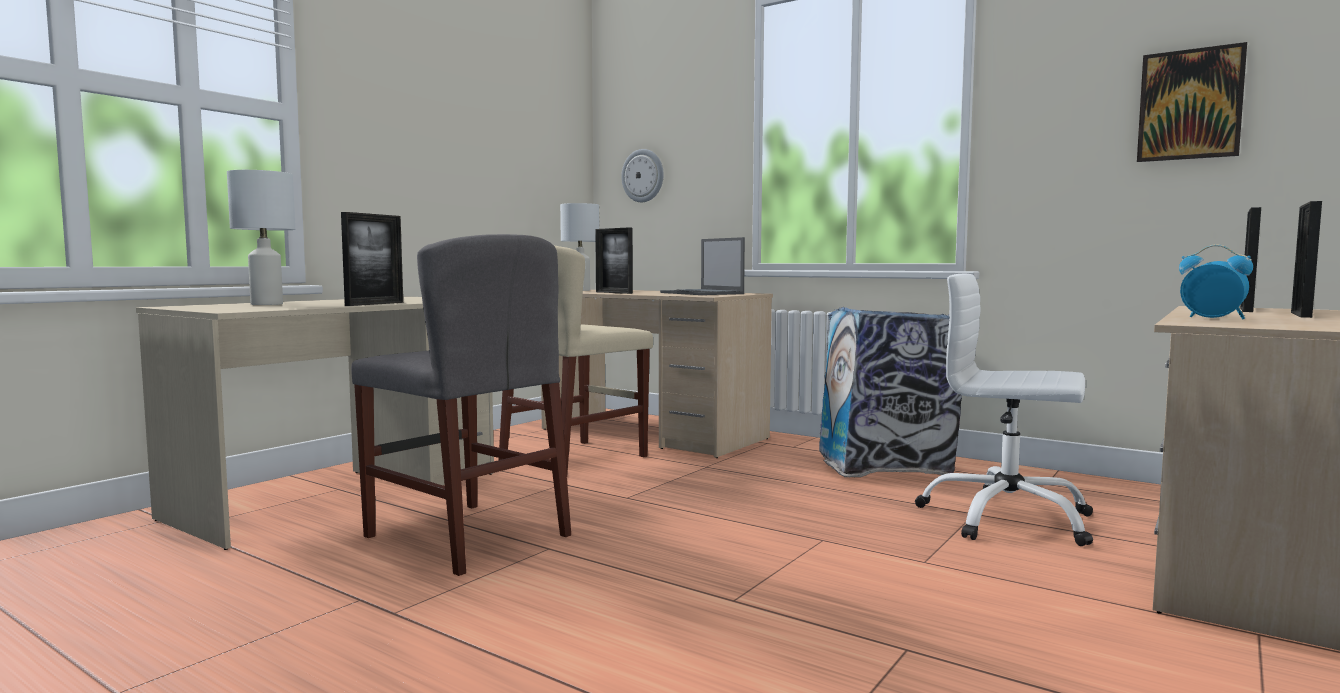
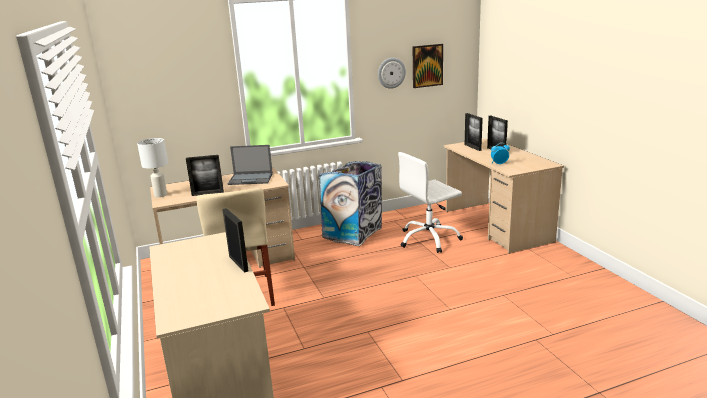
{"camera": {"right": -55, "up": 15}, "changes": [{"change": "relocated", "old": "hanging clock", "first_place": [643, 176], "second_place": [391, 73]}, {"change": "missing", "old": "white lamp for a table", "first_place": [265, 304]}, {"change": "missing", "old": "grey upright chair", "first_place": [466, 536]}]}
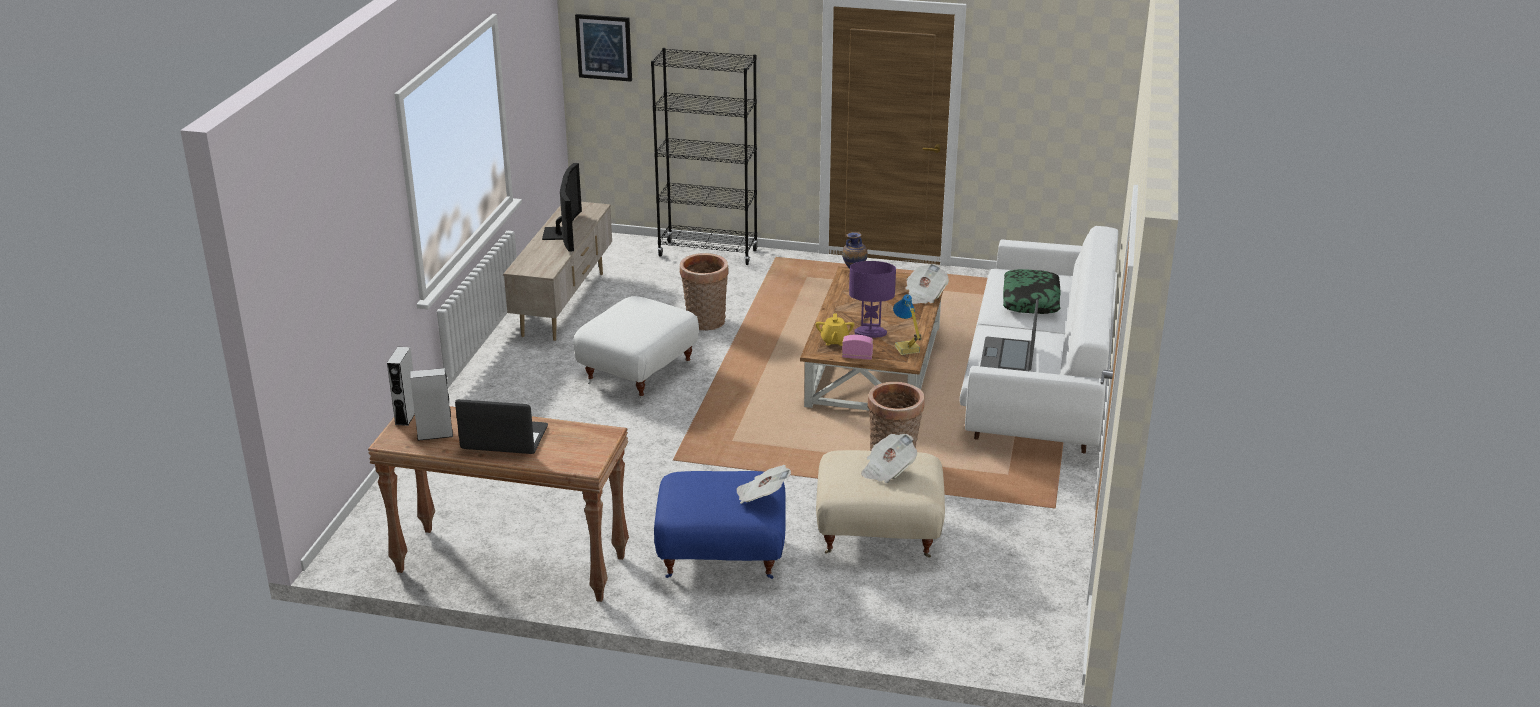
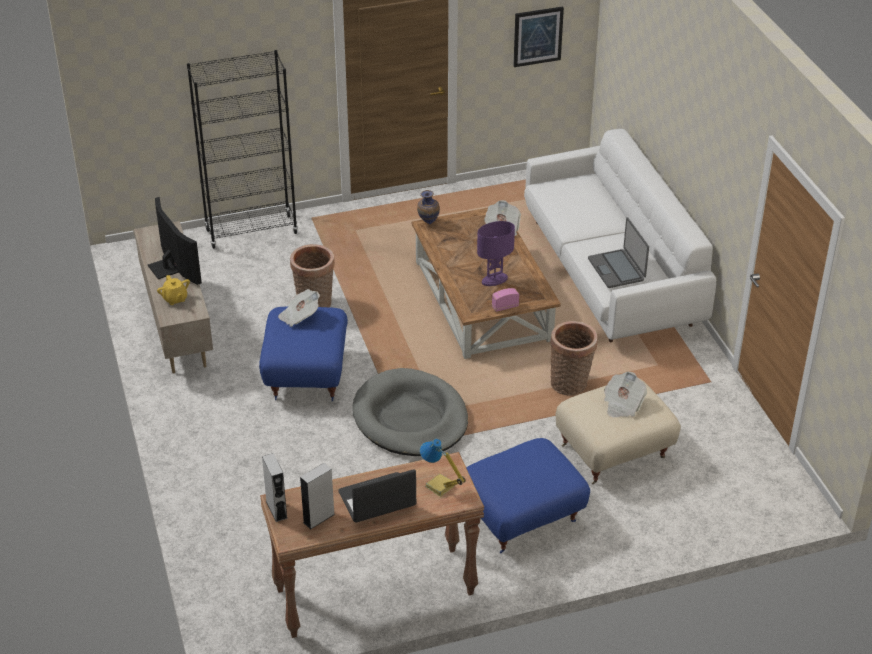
{"camera": {"right": -30, "up": 10}, "changes": [{"change": "relocated", "old": "yellowish pot for tea", "first_place": [834, 341], "second_place": [175, 299]}, {"change": "colour", "old": "white footrest", "new": "blue-coloured footrest", "first_place": [638, 373], "second_place": [305, 374]}, {"change": "relocated", "old": "newspaper", "first_place": [762, 496], "second_place": [299, 316]}, {"change": "appeared", "new": "grey pet bed", "second_place": [410, 418]}, {"change": "relocated", "old": "lamp for a table", "first_place": [906, 349], "second_place": [439, 487]}, {"change": "relocated", "old": "picture", "first_place": [604, 47], "second_place": [537, 36]}, {"change": "missing", "old": "throw pillow", "first_place": [1031, 300]}]}
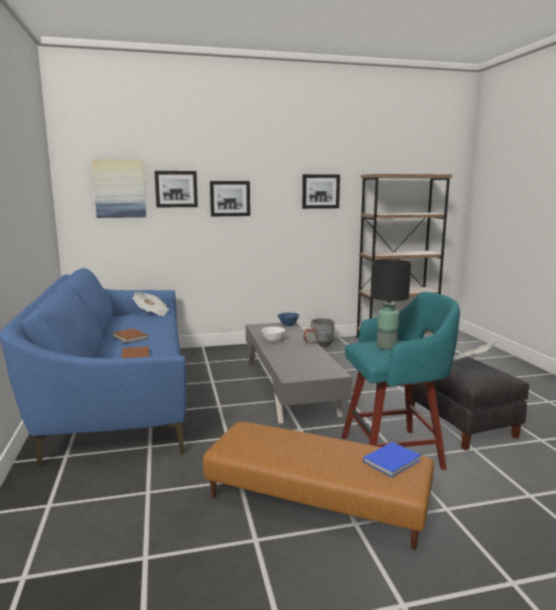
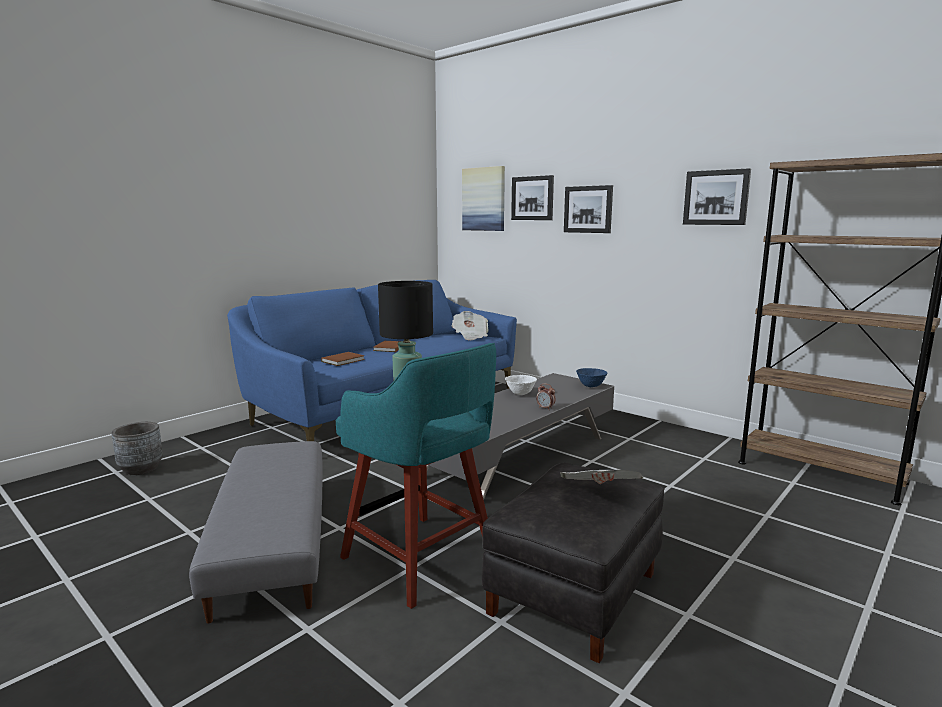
{"camera": {"right": 55, "up": 0}, "changes": [{"change": "relocated", "old": "grey plant pot", "first_place": [322, 344], "second_place": [141, 469]}, {"change": "colour", "old": "brown-coloured footrest", "new": "grey footrest", "first_place": [316, 500], "second_place": [271, 541]}, {"change": "missing", "old": "blue-coloured bound book", "first_place": [393, 461]}]}
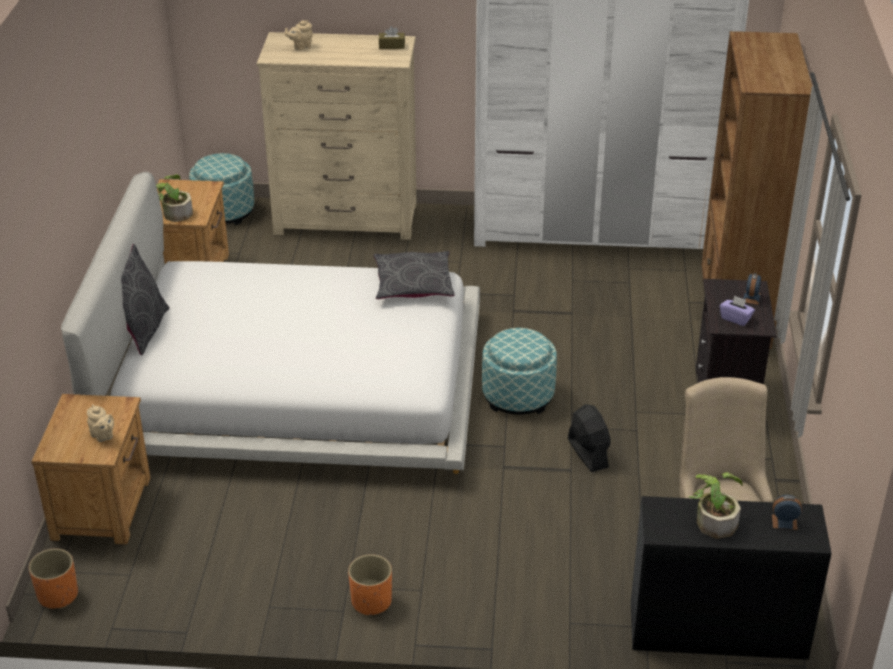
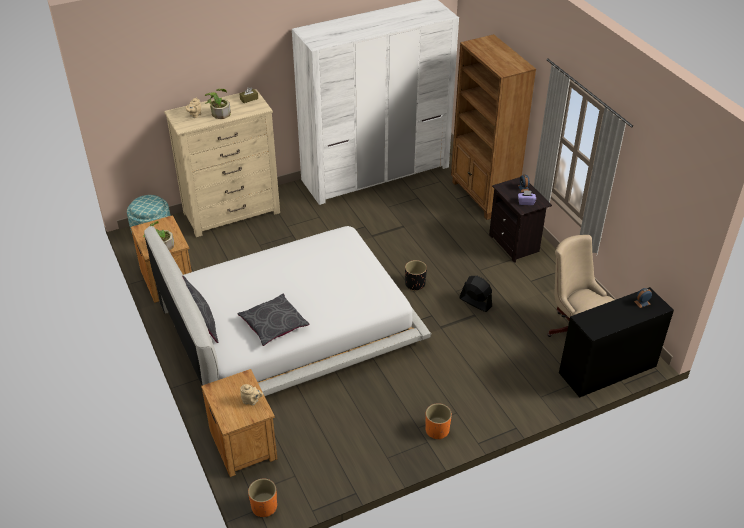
{"camera": {"right": -30, "up": 5}, "changes": [{"change": "relocated", "old": "plant in a pot", "first_place": [714, 520], "second_place": [219, 113]}, {"change": "relocated", "old": "grey throw pillow", "first_place": [413, 284], "second_place": [273, 324]}, {"change": "exchanged", "old": "footrest", "new": "black plant pot", "first_place": [518, 395], "second_place": [415, 284]}]}
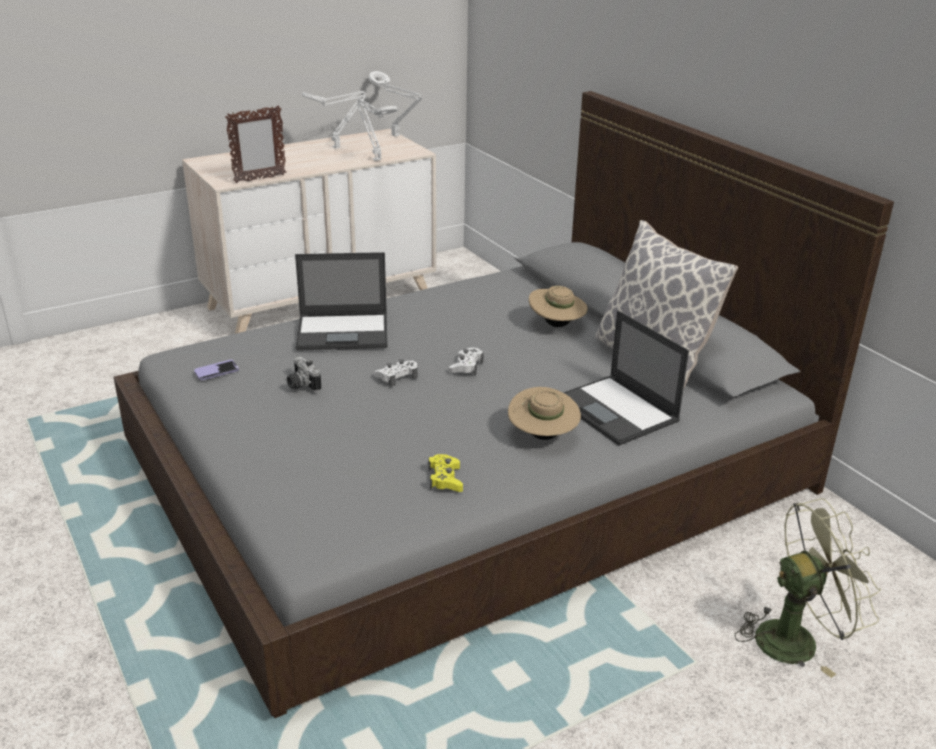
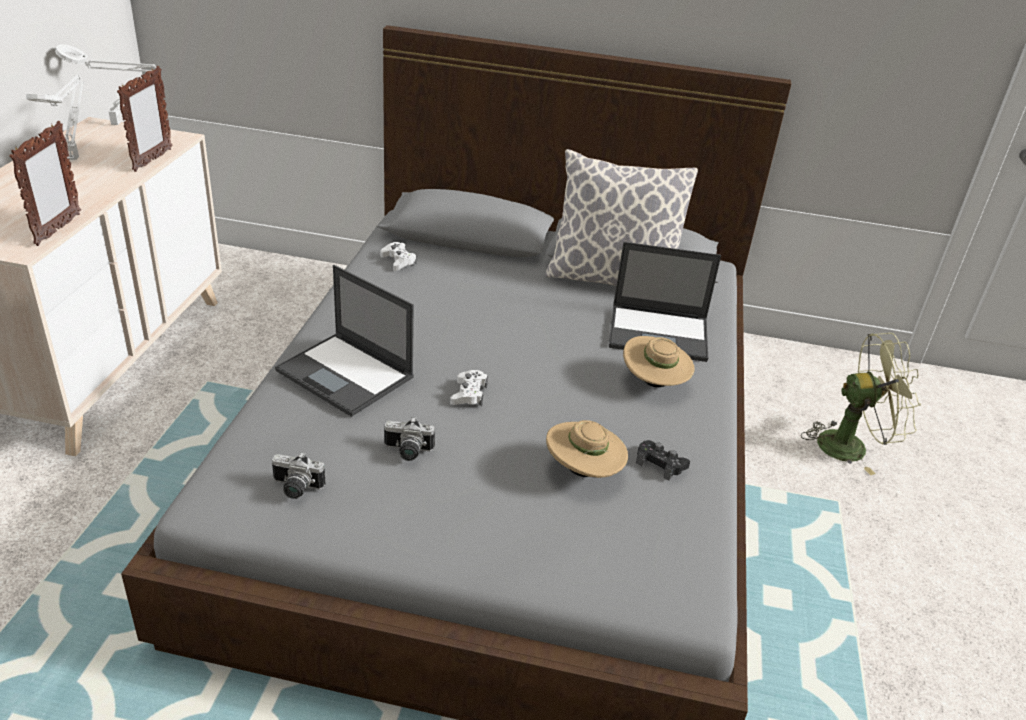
{"camera": {"right": -50, "up": 5}, "changes": [{"change": "exchanged", "old": "white lamp for a table", "new": "photo frame", "first_place": [376, 159], "second_place": [152, 160]}, {"change": "exchanged", "old": "handset", "new": "still camera", "first_place": [216, 371], "second_place": [295, 488]}, {"change": "spun", "old": "notebook computer", "first_place": [344, 332], "second_place": [346, 374], "degrees": 90}, {"change": "relocated", "old": "white joypad", "first_place": [466, 366], "second_place": [398, 261]}, {"change": "relocated", "old": "beige-coloured clothing hat", "first_place": [556, 325], "second_place": [583, 471]}, {"change": "colour", "old": "yellowish joypad", "new": "black joypad", "first_place": [445, 479], "second_place": [660, 464]}, {"change": "spun", "old": "greenish cooling fan", "first_place": [796, 638], "second_place": [851, 446], "degrees": 60}]}
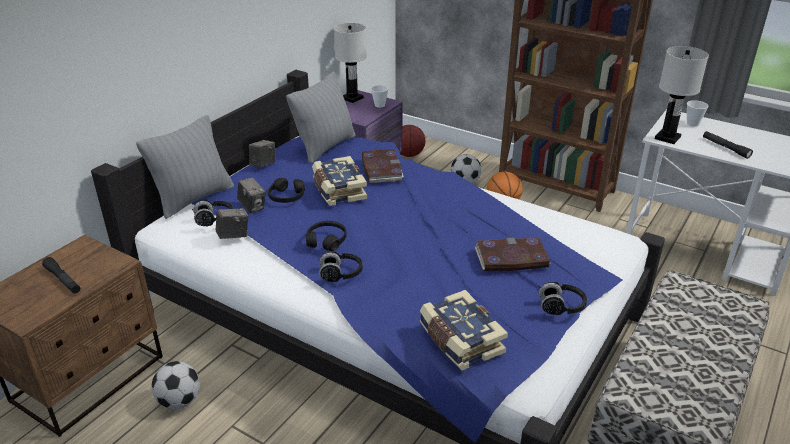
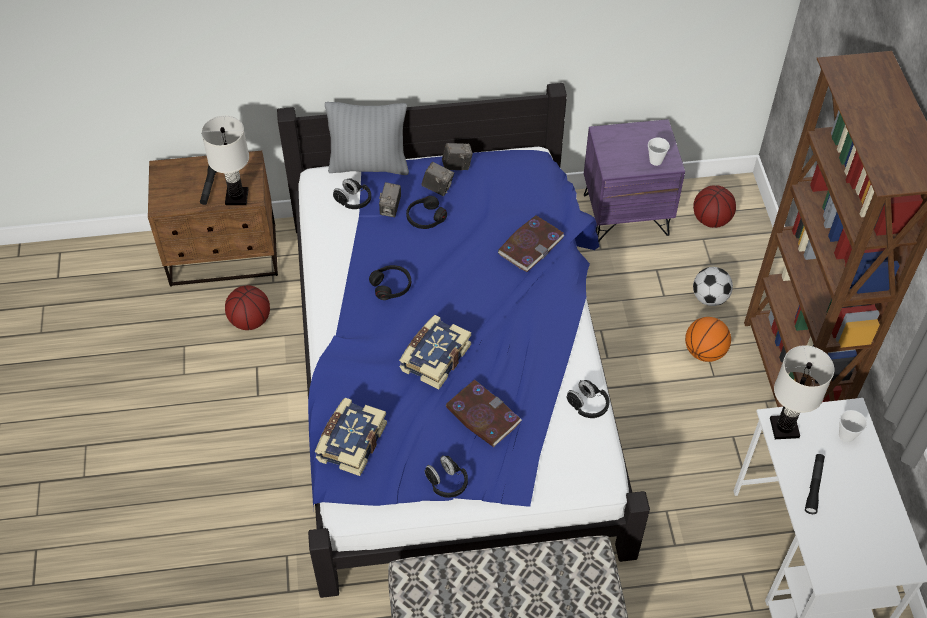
{"camera": {"right": 50, "up": 20}, "changes": [{"change": "relocated", "old": "white lamp for a table", "first_place": [351, 98], "second_place": [236, 197]}, {"change": "exchanged", "old": "ball for football", "new": "basketball ball", "first_place": [179, 402], "second_place": [250, 320]}, {"change": "relocated", "old": "bound book", "first_place": [338, 190], "second_place": [434, 357]}, {"change": "relocated", "old": "still camera", "first_place": [233, 235], "second_place": [438, 188]}, {"change": "relocated", "old": "black pair of headphones", "first_place": [340, 274], "second_place": [587, 405]}, {"change": "missing", "old": "grey throw pillow", "first_place": [325, 147]}]}
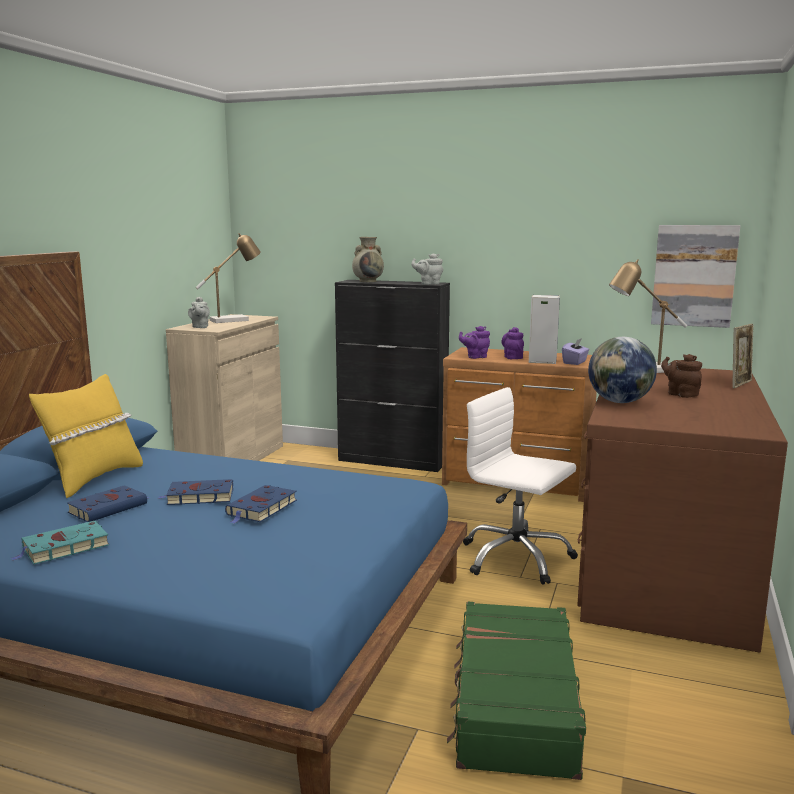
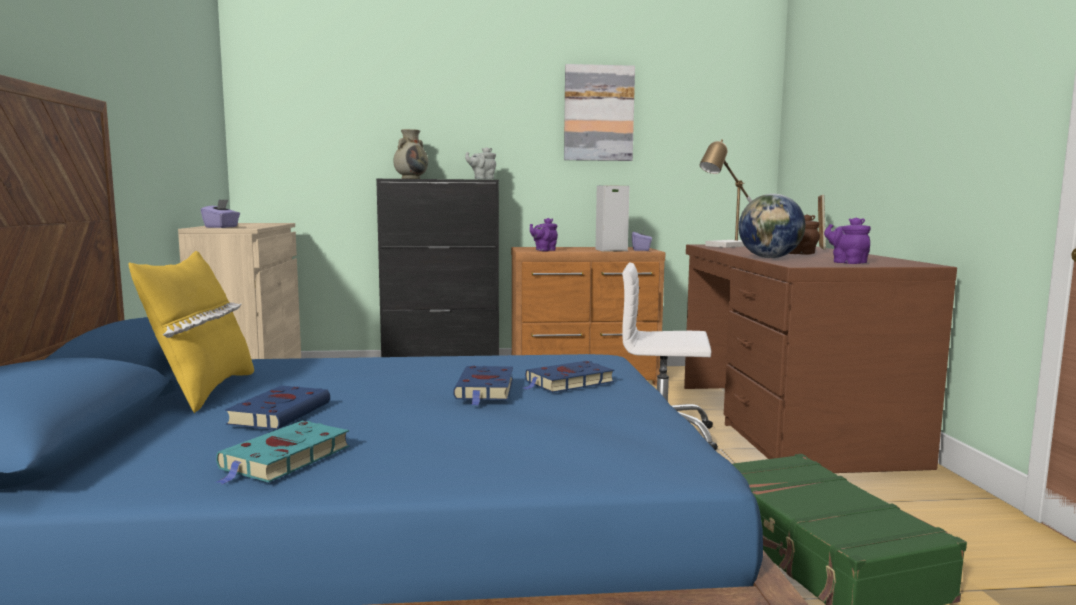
{"camera": {"right": -25, "up": -5}, "changes": [{"change": "exchanged", "old": "grey pot for tea", "new": "purple-coloured tissue box", "first_place": [200, 327], "second_place": [222, 227]}, {"change": "relocated", "old": "blue-coloured bound book", "first_place": [198, 497], "second_place": [567, 382]}, {"change": "relocated", "old": "picture", "first_place": [694, 275], "second_place": [598, 113]}, {"change": "relocated", "old": "purple-coloured pot for tea", "first_place": [512, 357], "second_place": [847, 262]}, {"change": "missing", "old": "lamp for a table", "first_place": [234, 320]}]}
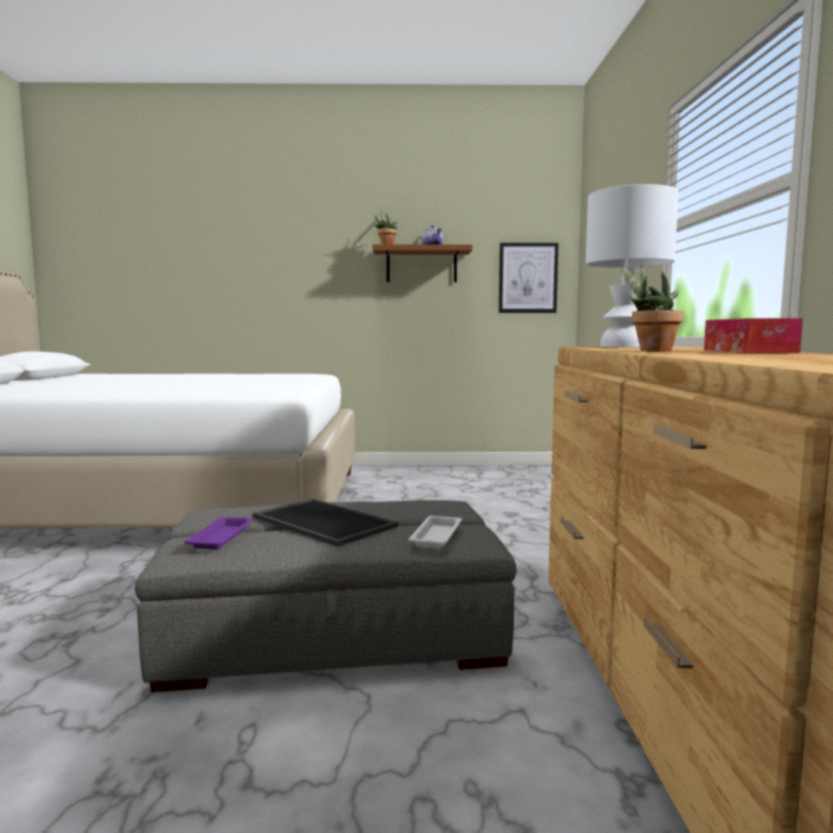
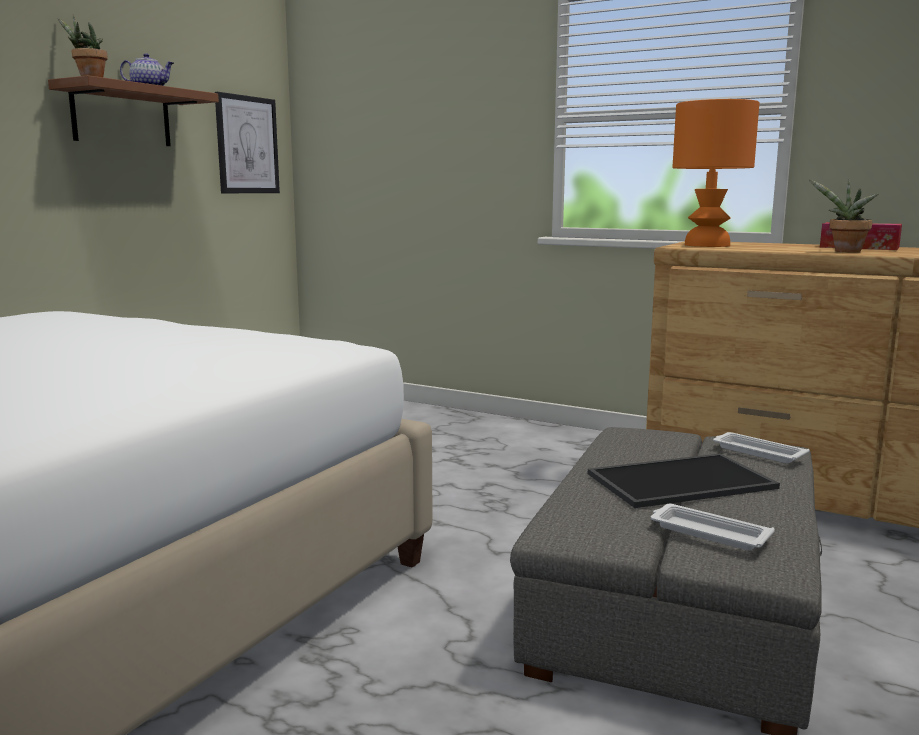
{"camera": {"right": -60, "up": 5}, "changes": [{"change": "colour", "old": "purple-coloured tray", "new": "white tray", "first_place": [222, 537], "second_place": [707, 533]}, {"change": "colour", "old": "white lamp for a table", "new": "orange-coloured lamp for a table", "first_place": [625, 346], "second_place": [706, 245]}]}
